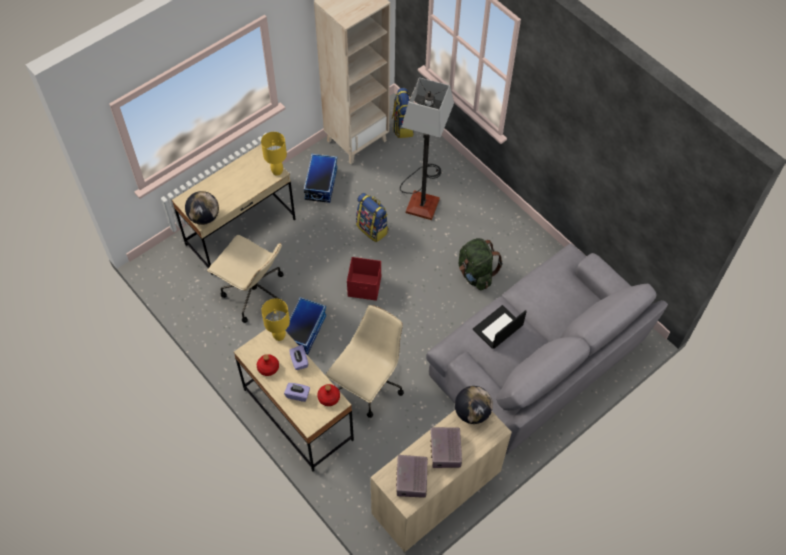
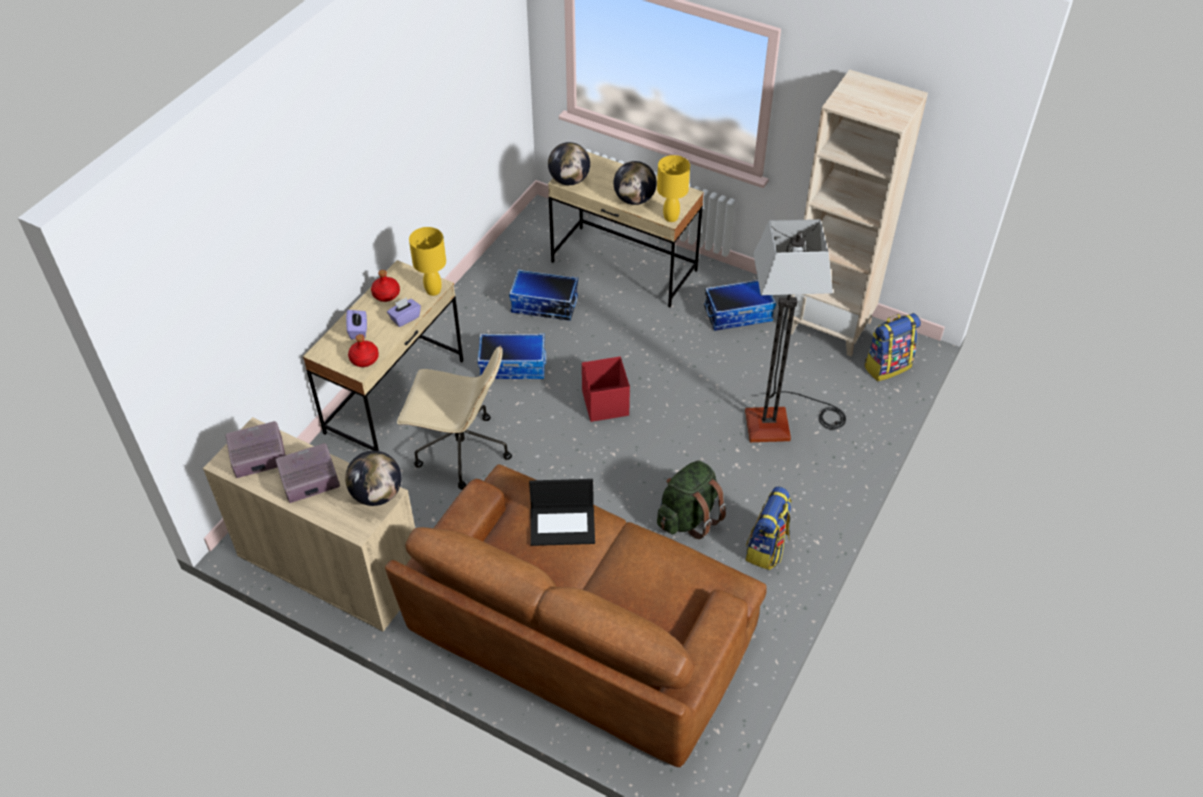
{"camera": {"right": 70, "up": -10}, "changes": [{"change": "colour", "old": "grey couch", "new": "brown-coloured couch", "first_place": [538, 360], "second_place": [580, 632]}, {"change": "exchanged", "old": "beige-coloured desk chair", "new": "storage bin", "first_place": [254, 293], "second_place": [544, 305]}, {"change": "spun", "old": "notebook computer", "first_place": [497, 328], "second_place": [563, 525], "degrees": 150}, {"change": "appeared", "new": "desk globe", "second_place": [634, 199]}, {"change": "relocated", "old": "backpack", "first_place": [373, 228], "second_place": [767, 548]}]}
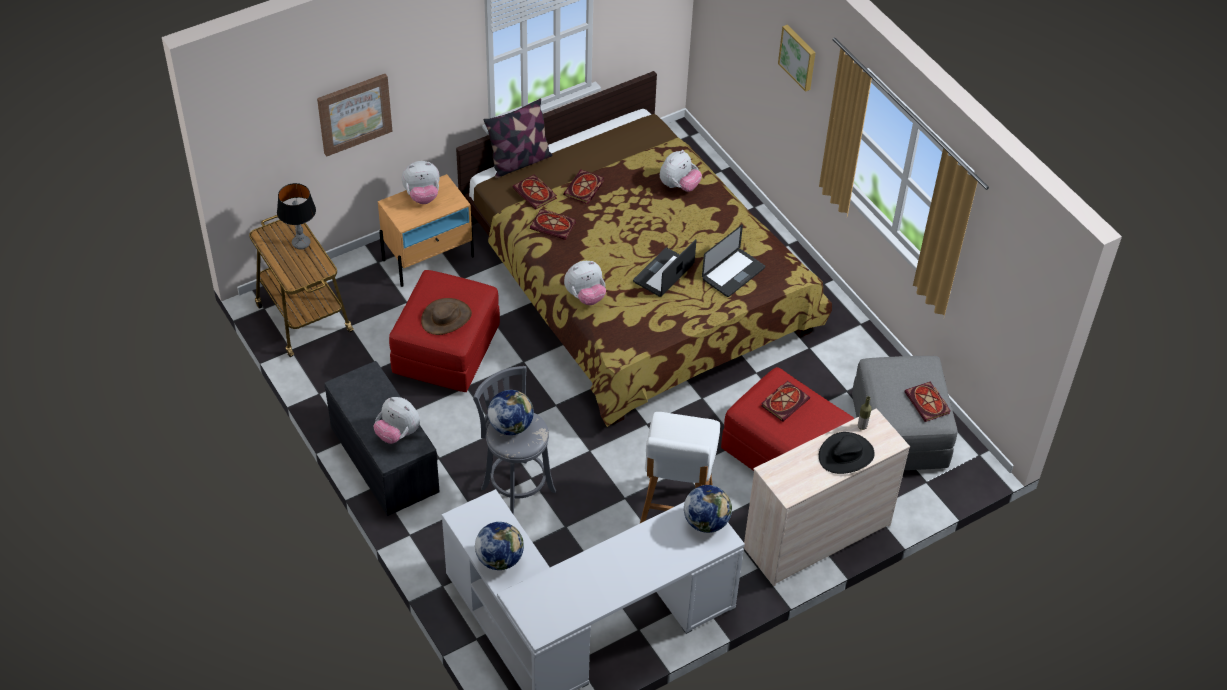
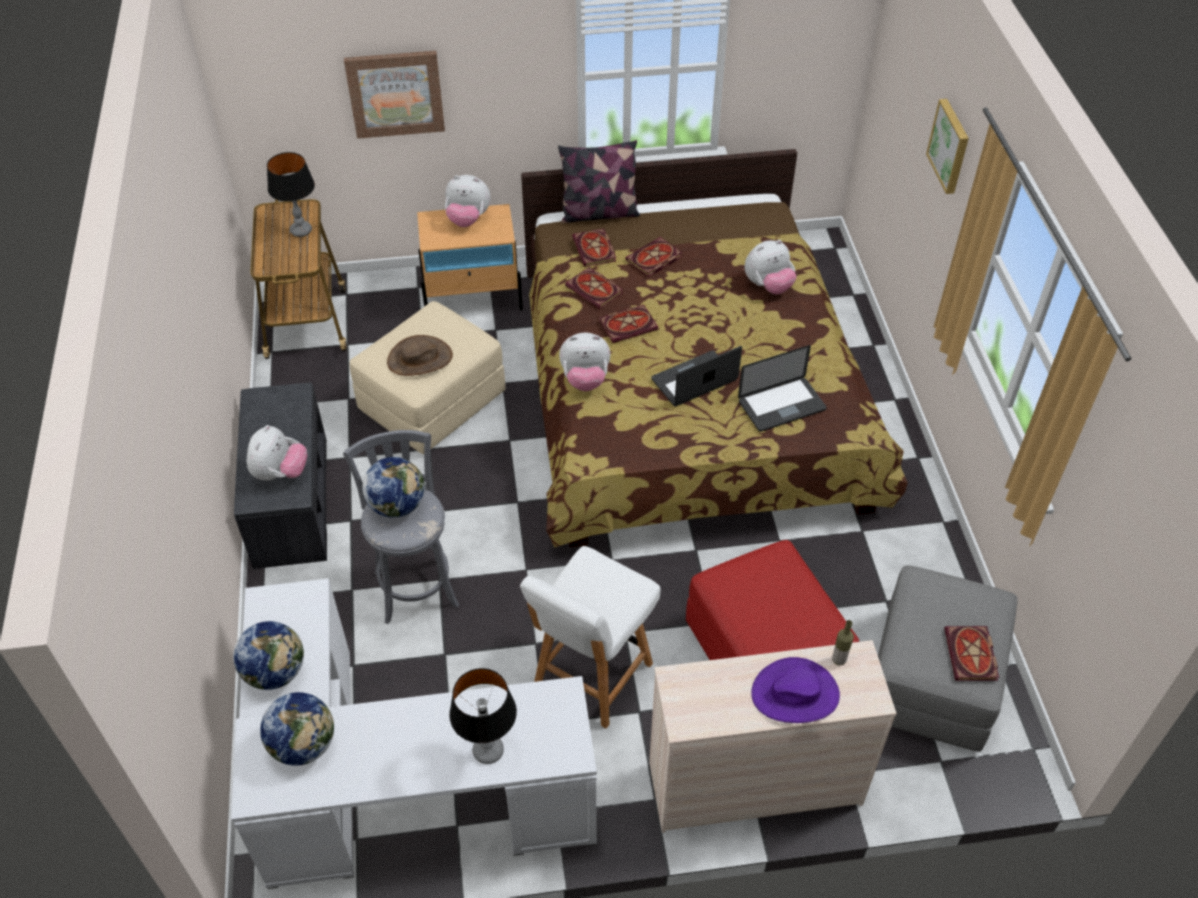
{"camera": {"right": 25, "up": 0}, "changes": [{"change": "spun", "old": "cuddly toy", "first_place": [398, 433], "second_place": [280, 473], "degrees": -135}, {"change": "relocated", "old": "desk globe", "first_place": [706, 522], "second_place": [304, 745]}, {"change": "colour", "old": "reddish footrest", "new": "beige-coloured footrest", "first_place": [446, 350], "second_place": [432, 401]}, {"change": "appeared", "new": "lamp for a table", "second_place": [488, 750]}, {"change": "relocated", "old": "bound book", "first_place": [785, 401], "second_place": [629, 325]}, {"change": "colour", "old": "black clothing hat", "new": "purple-coloured clothing hat", "first_place": [846, 455], "second_place": [795, 693]}]}
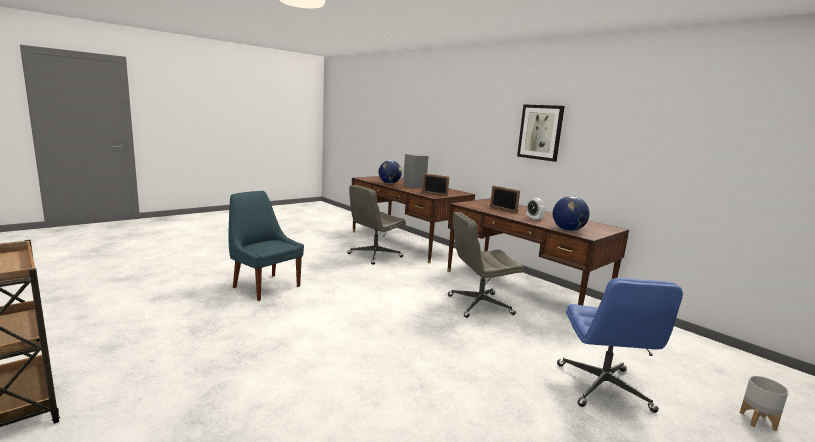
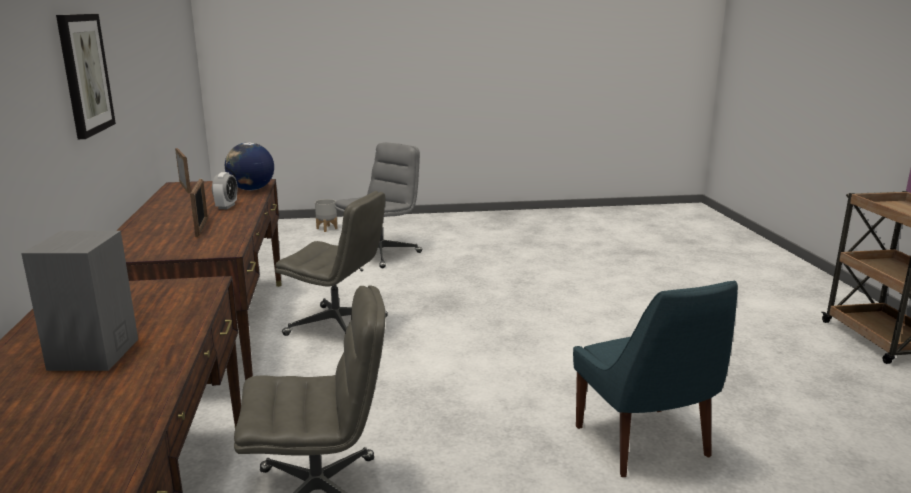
{"camera": {"right": -145, "up": 5}, "changes": [{"change": "relocated", "old": "photo frame", "first_place": [434, 194], "second_place": [185, 187]}, {"change": "colour", "old": "blue-coloured desk chair", "new": "grey desk chair", "first_place": [603, 388], "second_place": [381, 254]}, {"change": "missing", "old": "desk globe", "first_place": [389, 183]}]}
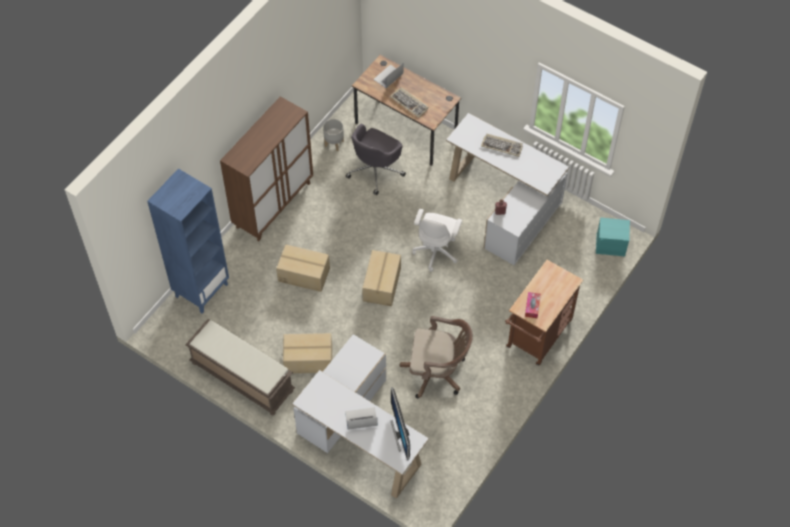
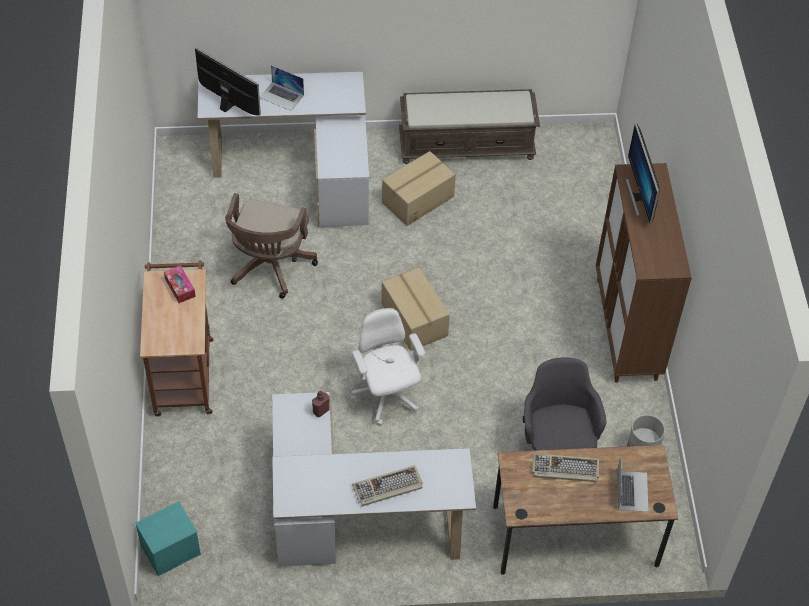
{"camera": {"right": 140, "up": -5}, "changes": [{"change": "spun", "old": "brown-coloured desk chair", "first_place": [437, 372], "second_place": [269, 268], "degrees": -45}, {"change": "spun", "old": "notebook computer", "first_place": [361, 418], "second_place": [281, 96], "degrees": 75}, {"change": "appeared", "new": "monitor", "second_place": [639, 197]}, {"change": "missing", "old": "blue-coloured bookshelf", "first_place": [201, 290]}, {"change": "missing", "old": "carton", "first_place": [304, 274]}]}
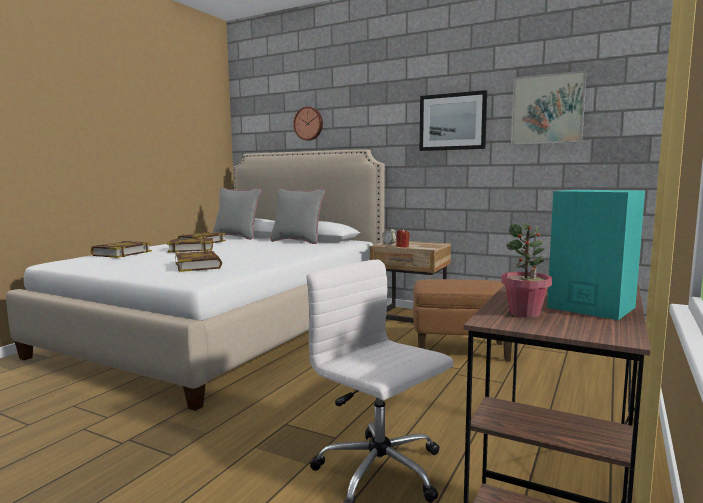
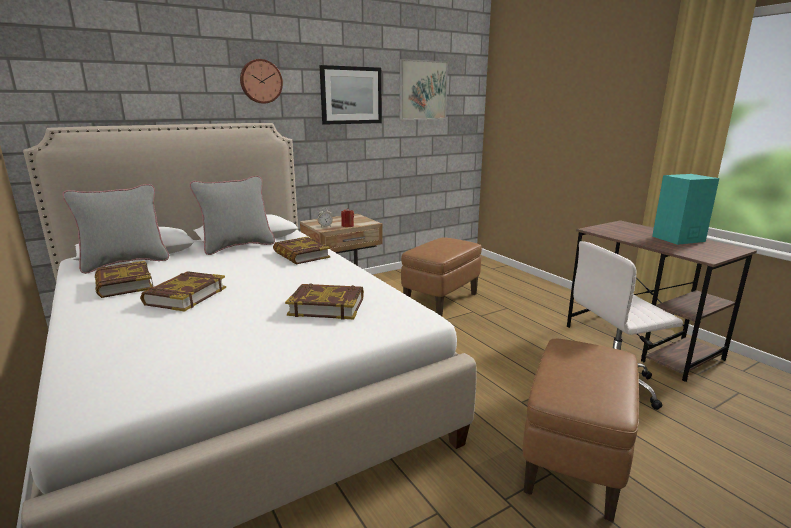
{"camera": {"right": -60, "up": 10}, "changes": [{"change": "relocated", "old": "hanging clock", "first_place": [309, 123], "second_place": [261, 81]}, {"change": "relocated", "old": "bound book", "first_place": [122, 253], "second_place": [301, 255]}, {"change": "appeared", "new": "brown-coloured footrest", "second_place": [574, 460]}, {"change": "missing", "old": "plant in a pot", "first_place": [525, 313]}]}
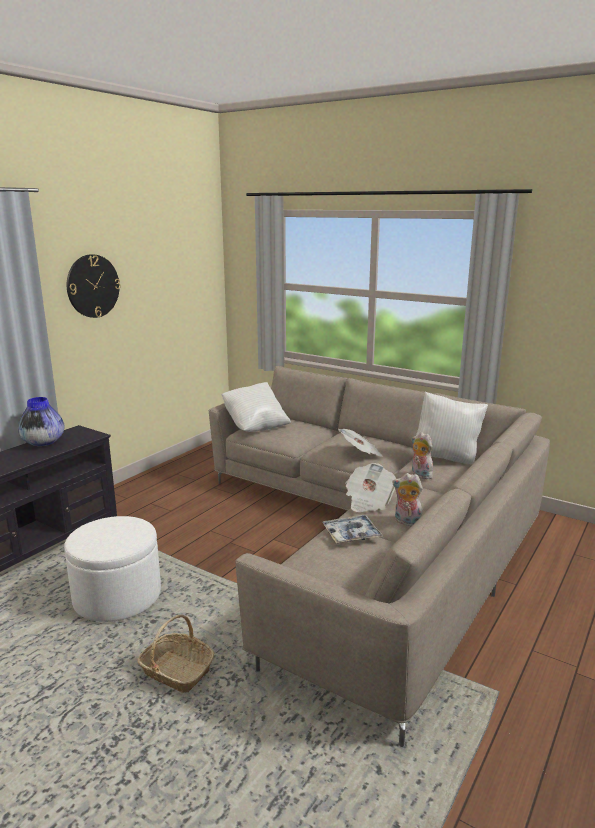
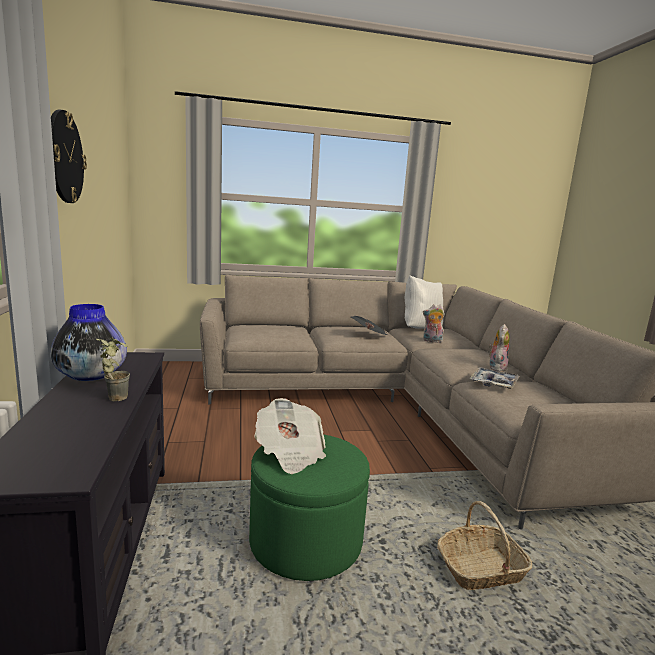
{"camera": {"right": -45, "up": -5}, "changes": [{"change": "appeared", "new": "plant in a pot", "second_place": [114, 397]}, {"change": "colour", "old": "white footrest", "new": "greenish footrest", "first_place": [117, 597], "second_place": [305, 541]}, {"change": "relocated", "old": "newspaper", "first_place": [368, 501], "second_place": [290, 453]}, {"change": "spun", "old": "cuddly toy", "first_place": [406, 522], "second_place": [496, 367], "degrees": 135}, {"change": "missing", "old": "white throw pillow", "first_place": [255, 426]}]}
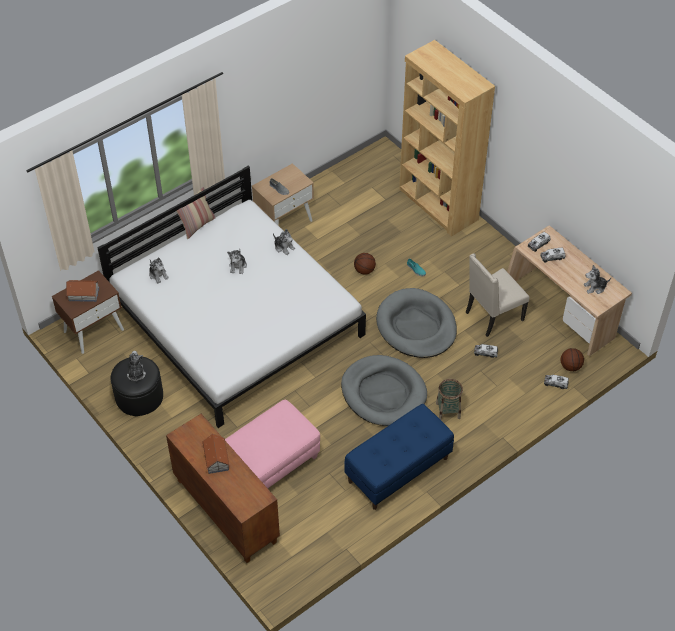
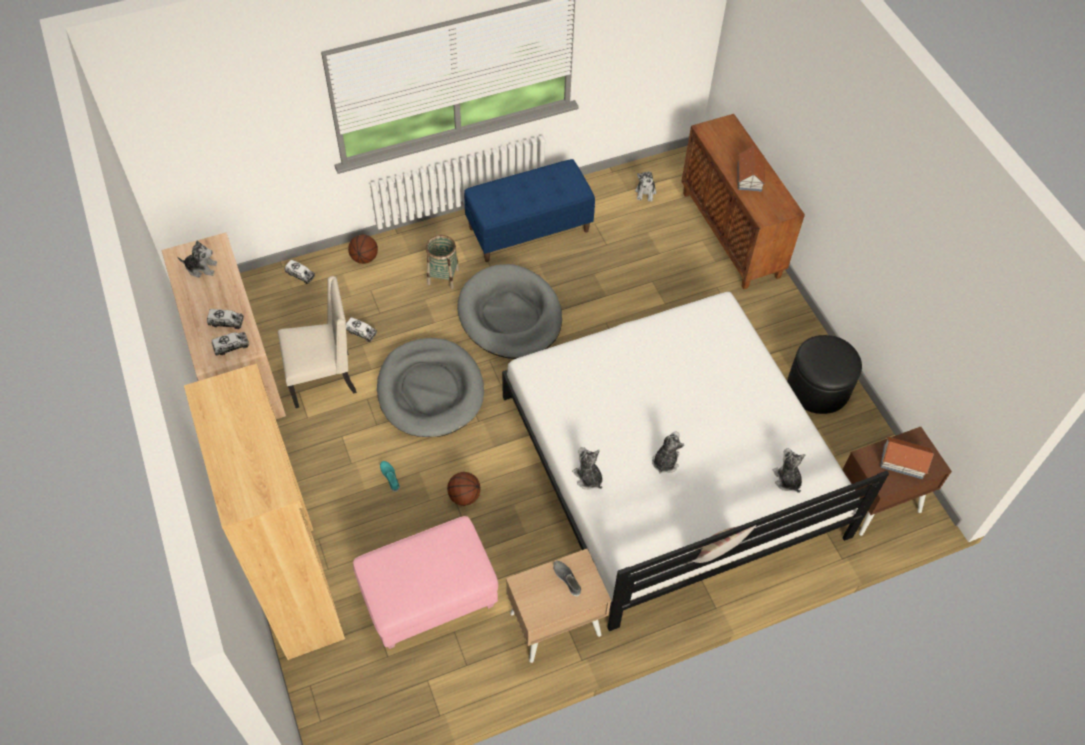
{"camera": {"right": -165, "up": 5}, "changes": [{"change": "relocated", "old": "basketball ball", "first_place": [570, 366], "second_place": [364, 258]}, {"change": "relocated", "old": "pinkish footrest", "first_place": [271, 463], "second_place": [429, 596]}, {"change": "relocated", "old": "cuddly toy", "first_place": [136, 374], "second_place": [645, 192]}]}
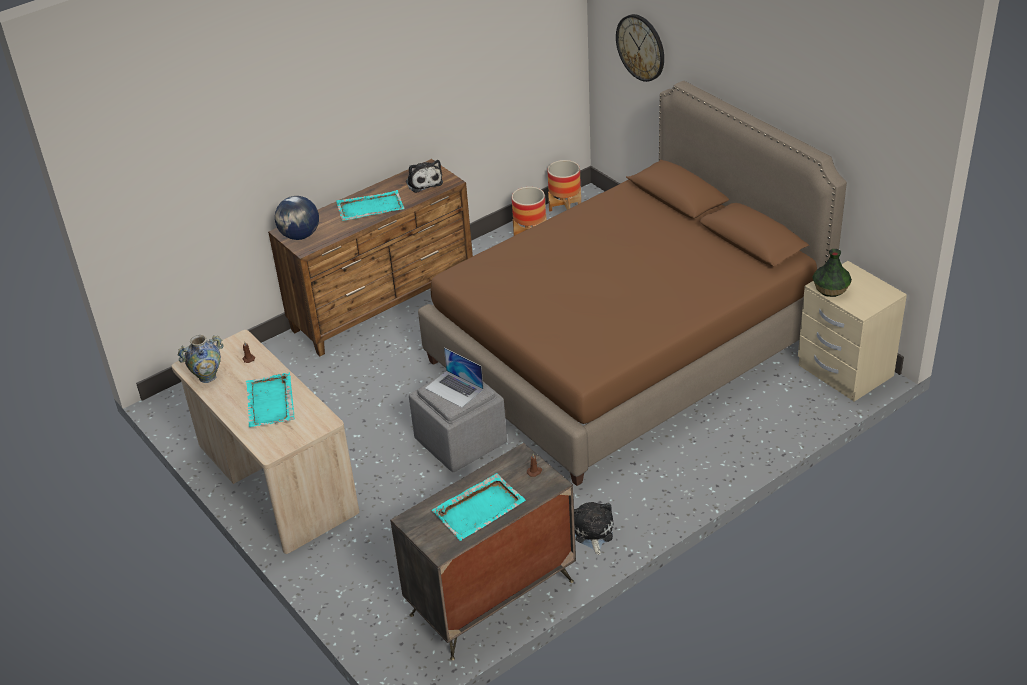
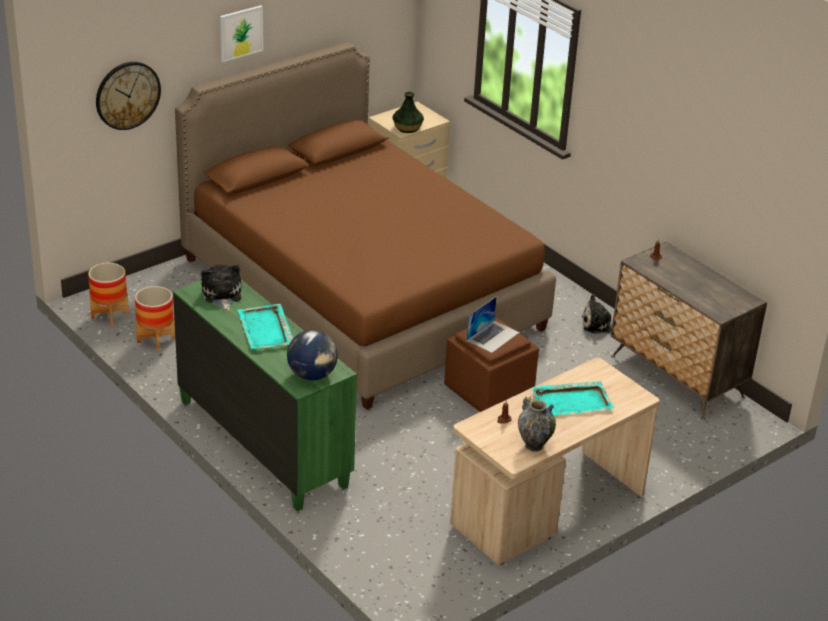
{"camera": {"right": -95, "up": -5}, "changes": [{"change": "colour", "old": "brown-coloured drawer chest", "new": "greenish drawer chest", "first_place": [384, 306], "second_place": [263, 442]}, {"change": "spun", "old": "cuddly toy", "first_place": [423, 182], "second_place": [222, 295], "degrees": -75}, {"change": "appeared", "new": "picture", "second_place": [241, 33]}, {"change": "colour", "old": "grey footrest", "new": "brown-coloured footrest", "first_place": [461, 442], "second_place": [488, 390]}, {"change": "missing", "old": "blue-green tray", "first_place": [480, 508]}]}
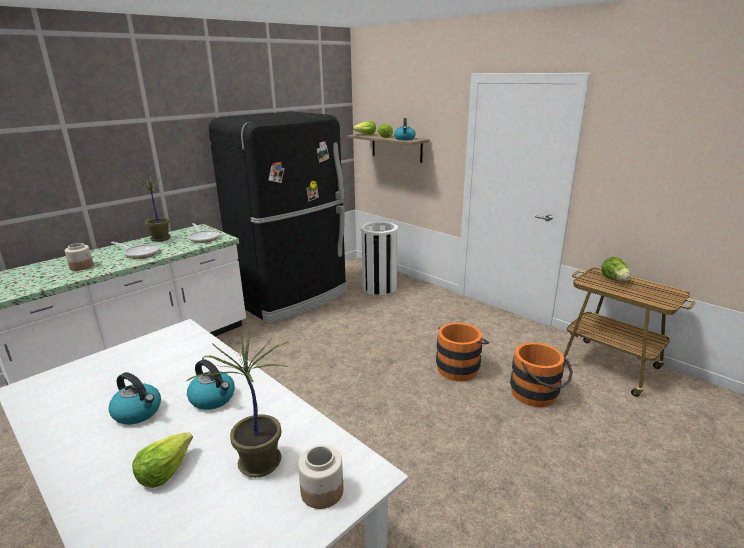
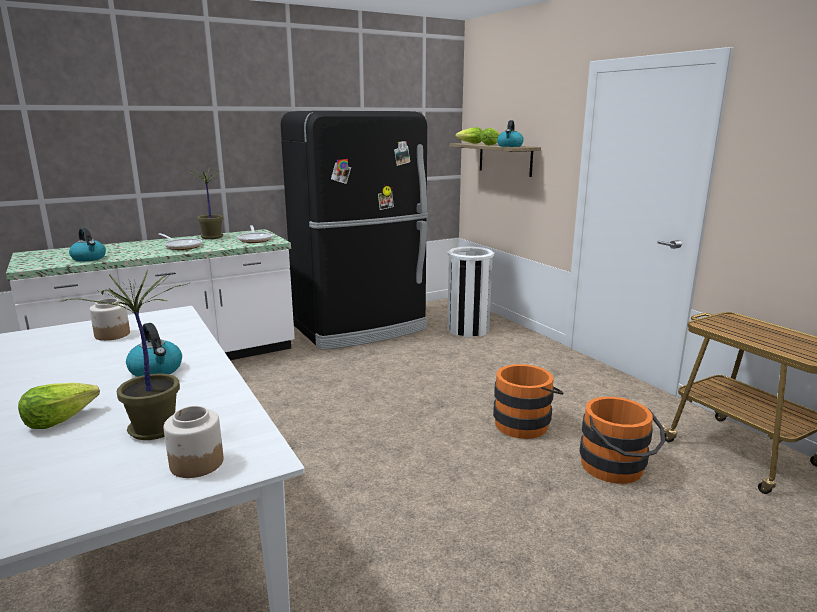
{"camera": {"right": 15, "up": -5}, "changes": [{"change": "relocated", "old": "kettle", "first_place": [138, 412], "second_place": [89, 258]}, {"change": "relocated", "old": "storage jar", "first_place": [82, 266], "second_place": [113, 335]}, {"change": "missing", "old": "lettuce head", "first_place": [615, 280]}]}
